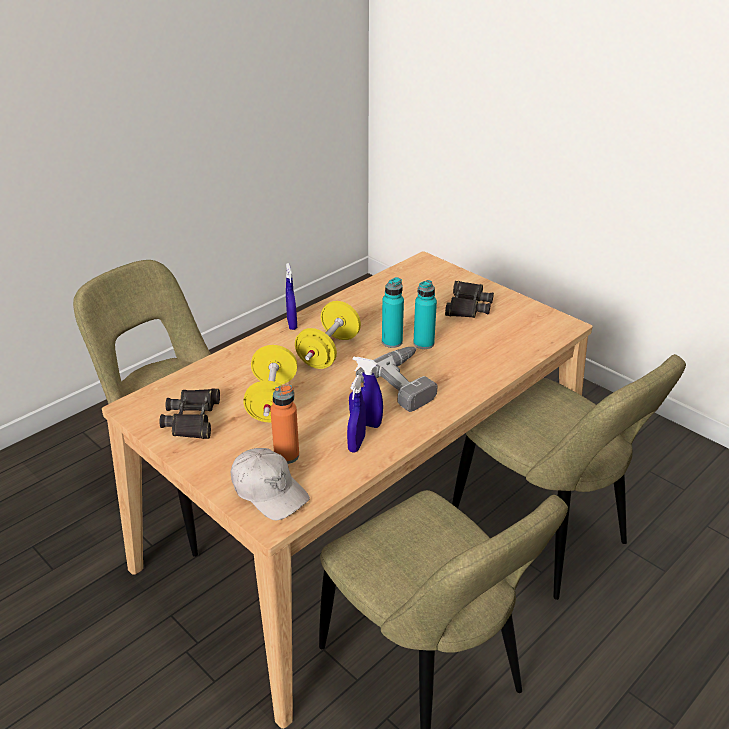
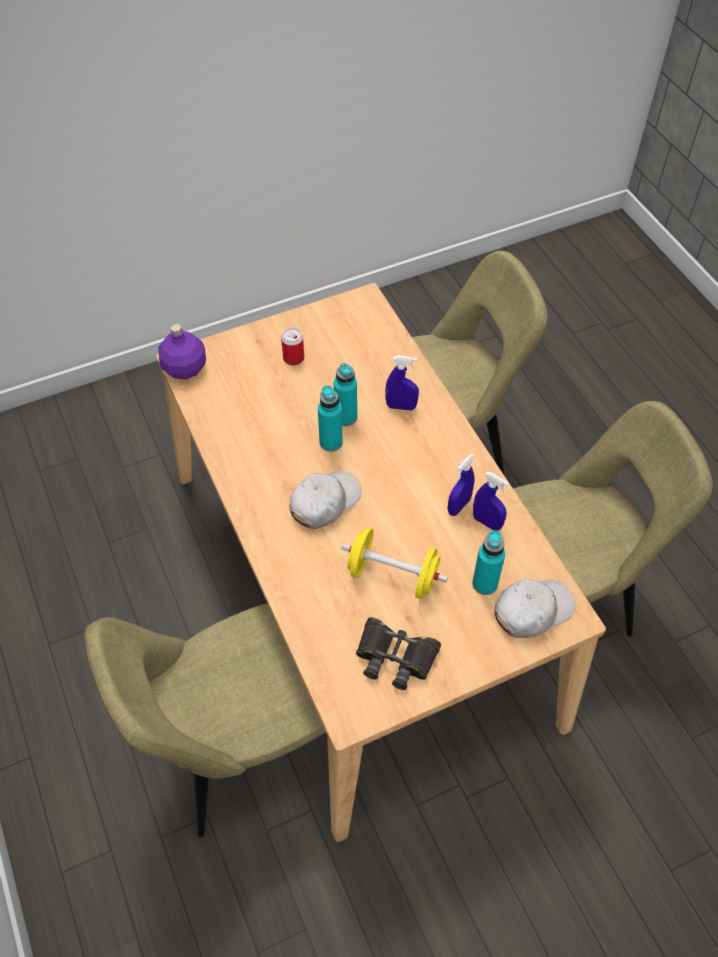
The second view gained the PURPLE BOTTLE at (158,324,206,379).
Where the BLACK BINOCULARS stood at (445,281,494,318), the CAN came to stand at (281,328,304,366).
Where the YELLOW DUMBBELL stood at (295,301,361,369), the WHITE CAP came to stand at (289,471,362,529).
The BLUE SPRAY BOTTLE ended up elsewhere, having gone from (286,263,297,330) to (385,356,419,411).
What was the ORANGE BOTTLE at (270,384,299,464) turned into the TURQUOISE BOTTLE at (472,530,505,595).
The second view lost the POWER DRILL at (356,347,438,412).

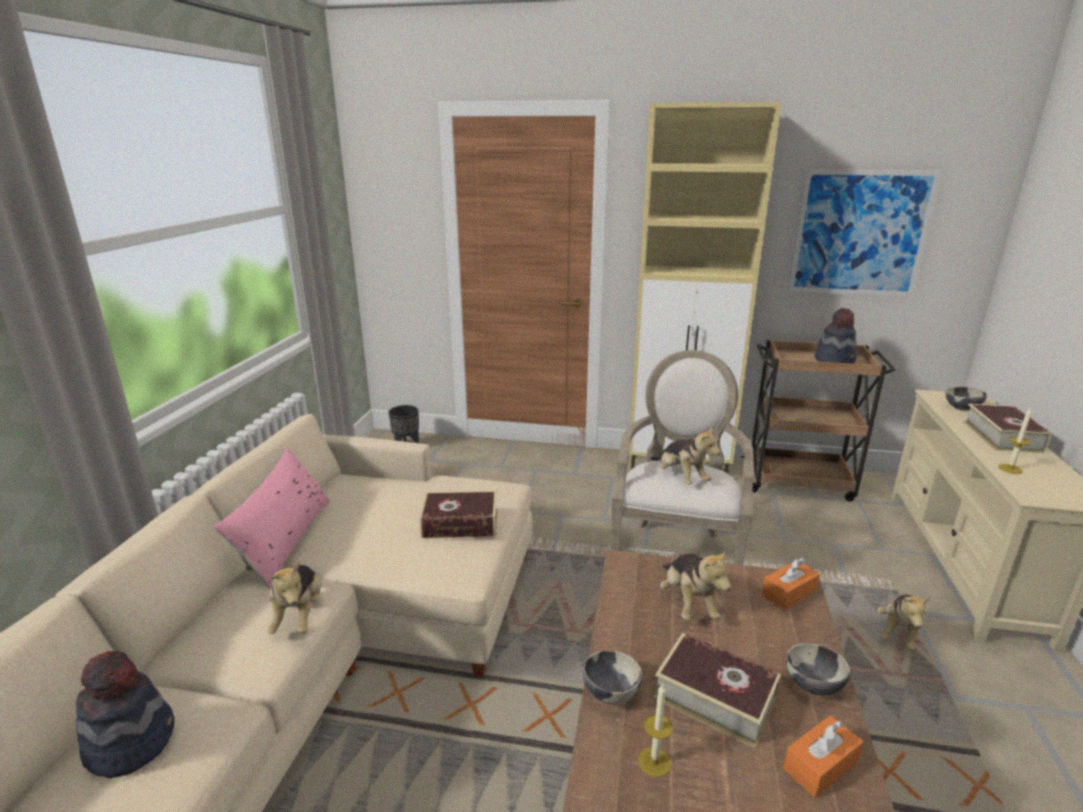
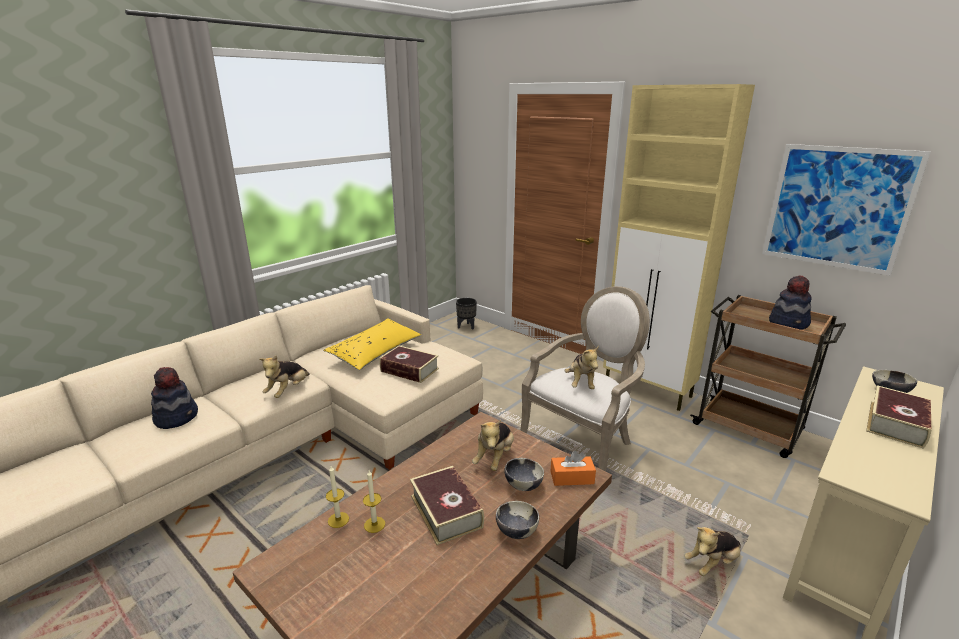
The second view gained the YELLOW PILLOW at (323,318,421,370).
The CANDLE ended up elsewhere, having gone from (998,407,1032,474) to (326,466,349,528).
The BOWL ended up elsewhere, having gone from (583,650,642,705) to (504,458,544,491).
The second view lost the PINK PILLOW at (214,448,330,590).
The second view lost the ORANGE TISSUE BOX at (783,715,864,798).

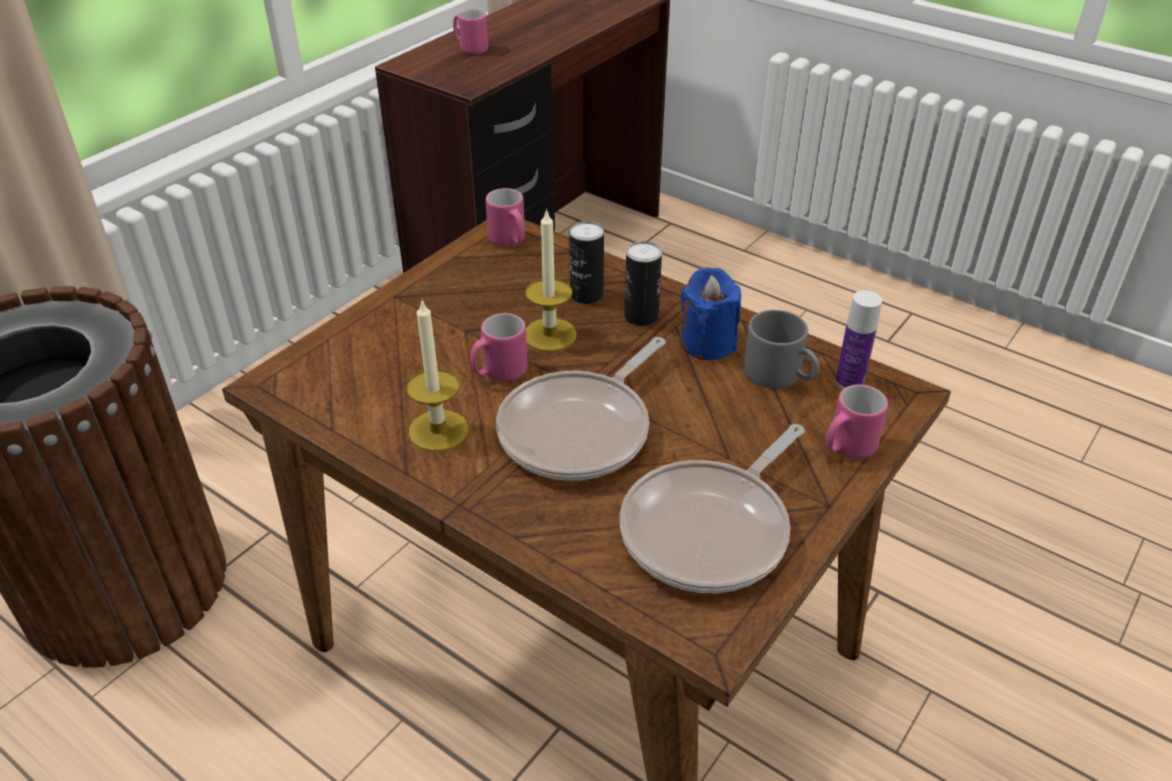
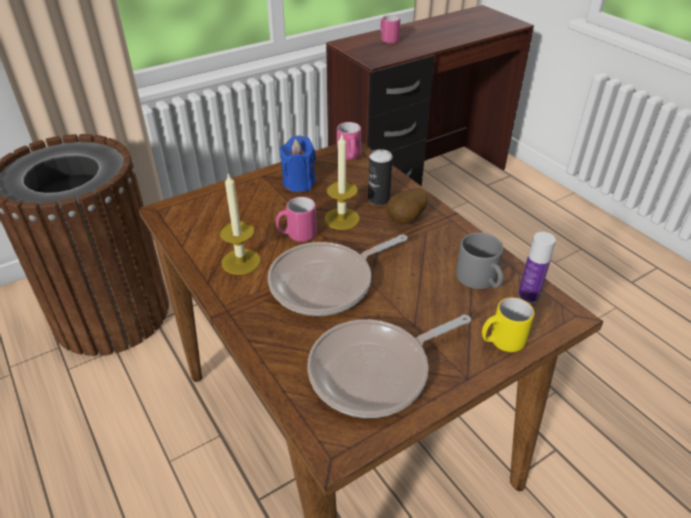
The BLUE CANDLE ended up elsewhere, having gone from (681,267,741,360) to (279,135,316,192).
Where the CAN stood at (624,241,662,326), the POTATO came to stand at (386,188,427,224).
What was the PINK MUG at (825,385,888,459) turned into the YELLOW MUG at (482,297,534,352).

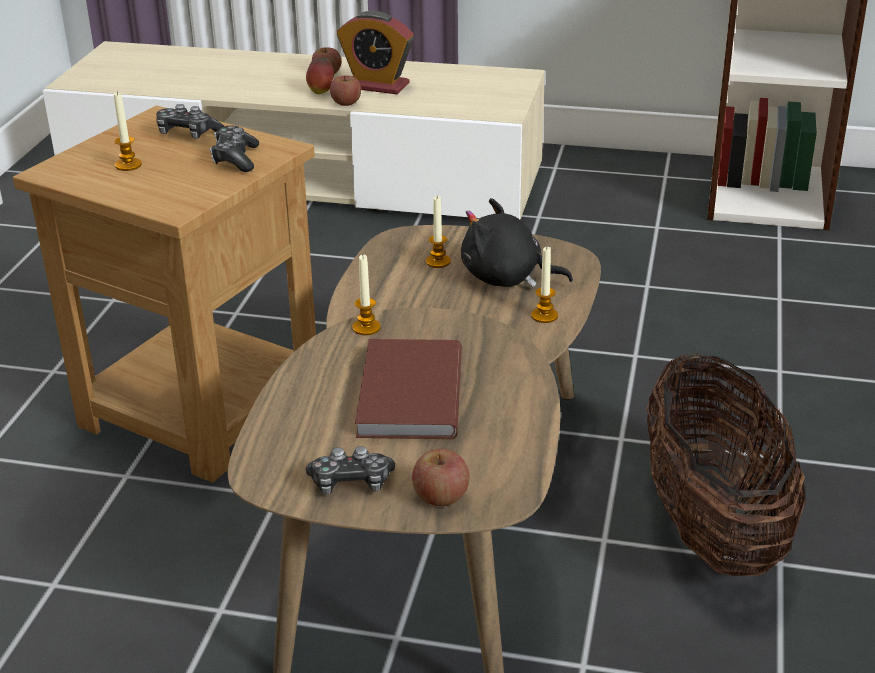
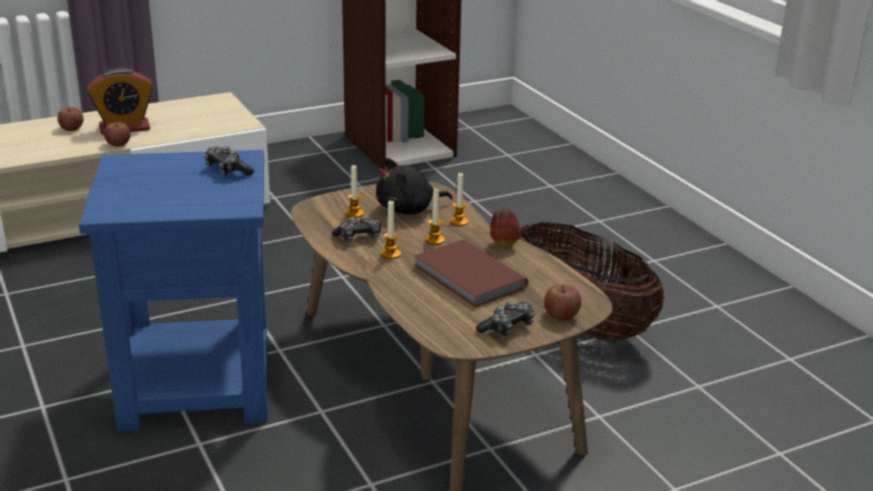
What was the BROWN SIDE TABLE at (13,106,316,483) turned into the BLUE SIDE TABLE at (79,150,268,431).
The GAME CONTROLLER ended up elsewhere, having gone from (156,104,225,139) to (332,216,381,242).
The CANDLE ended up elsewhere, having gone from (114,92,142,171) to (425,188,445,245).
The APPLE ended up elsewhere, having gone from (306,57,334,94) to (490,208,520,248).

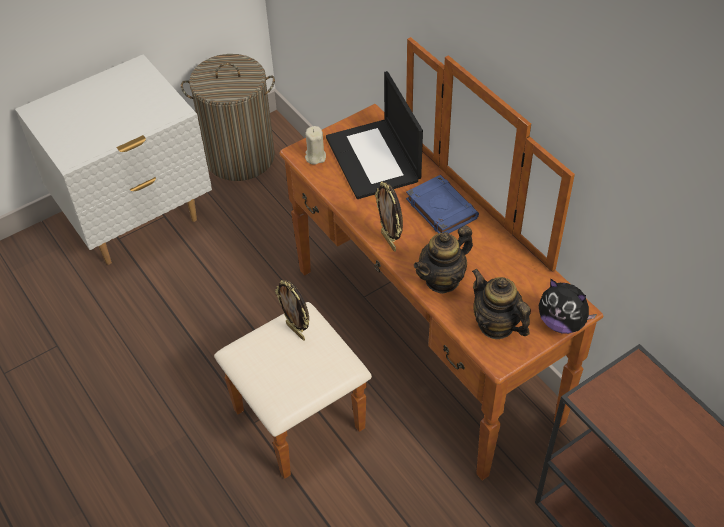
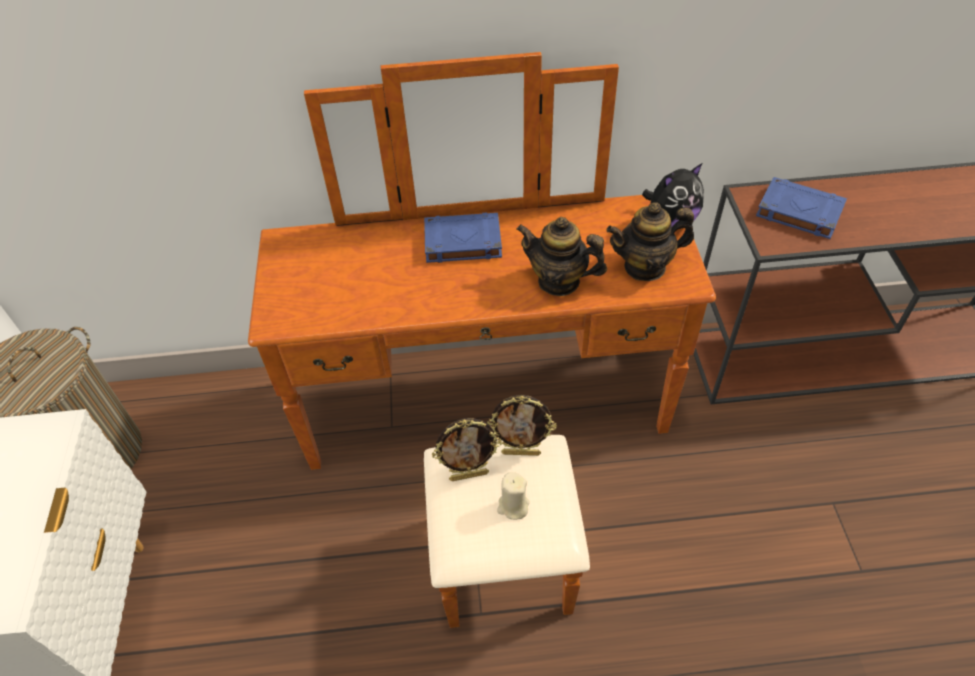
The PICTURE FRAME ended up elsewhere, having gone from (375,182,403,252) to (487,395,557,456).
The BEIGE CANDLE ended up elsewhere, having gone from (305,126,326,165) to (497,472,530,520).
The TEAPOT at (414,225,473,294) ended up facing another way, 120 degrees clockwise from before.
The second view gained the BLUE BOOK at (756,177,847,239).
The second view lost the LAPTOP at (326,71,423,199).

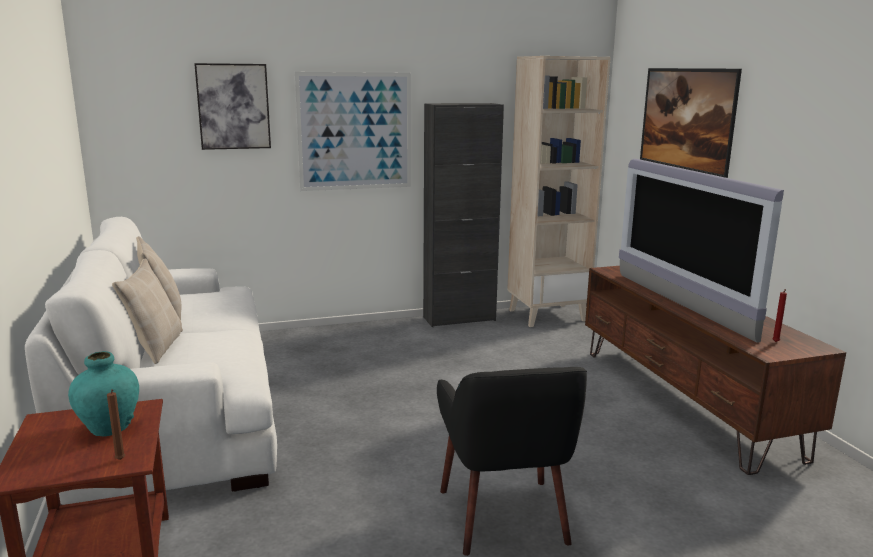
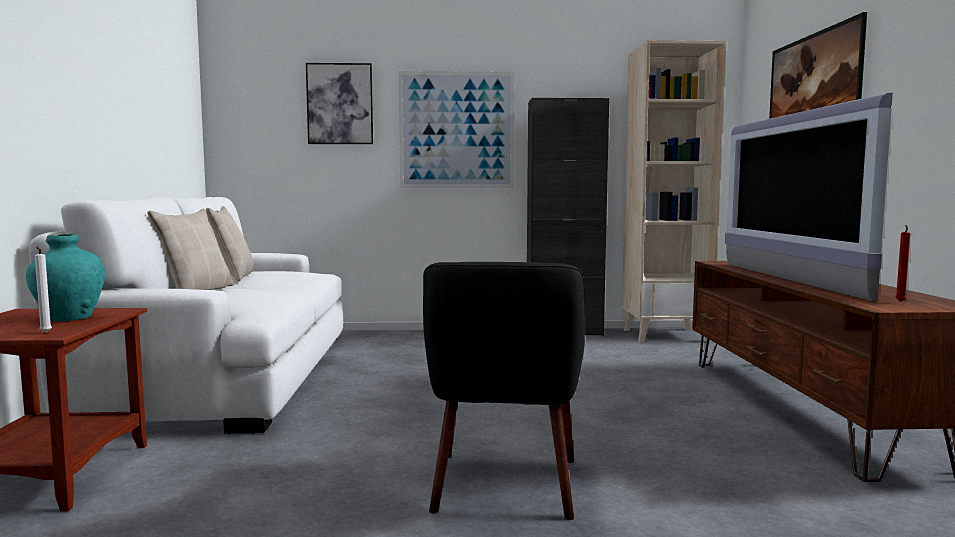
What was the BROWN CANDLE at (107,389,125,460) turned into the WHITE CANDLE at (35,247,52,333).

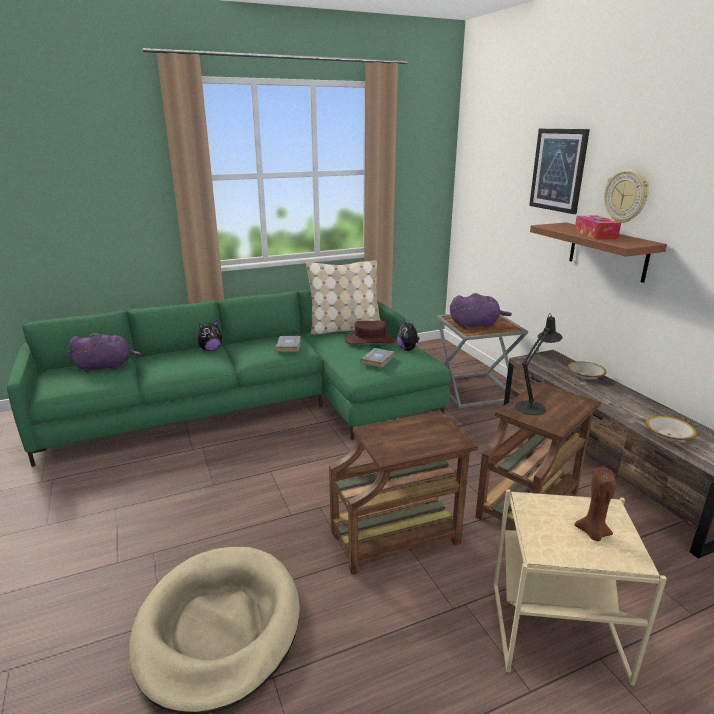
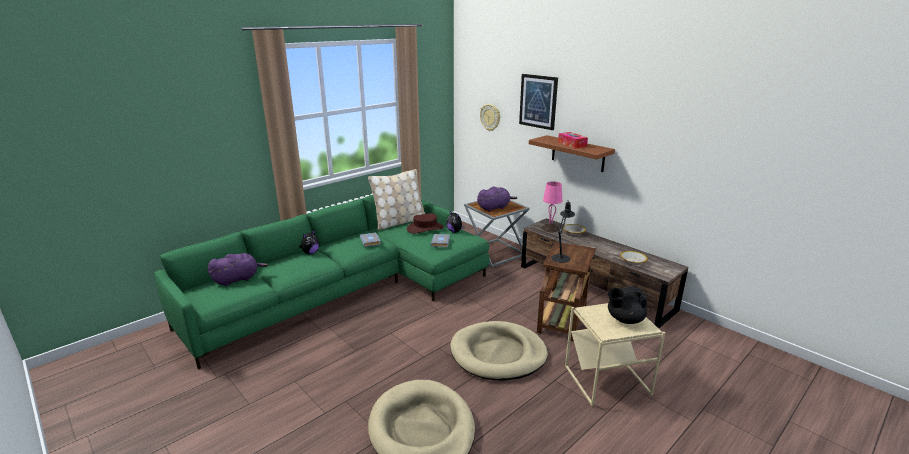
Where the BROWN SIDE TABLE stood at (329,411,478,575), the BEIGE DOG BED came to stand at (450,321,548,380).
The WALL CLOCK ended up elsewhere, having gone from (604,170,649,223) to (480,104,500,131).
The second view gained the PINK TABLE LAMP at (541,181,562,232).
Where the BROWN CANDLE stood at (575,467,616,541), the BLACK TEAPOT came to stand at (608,286,648,324).

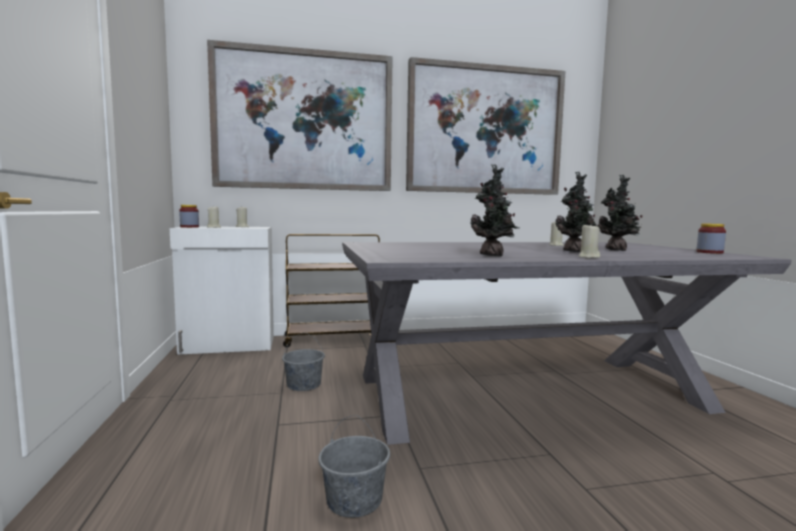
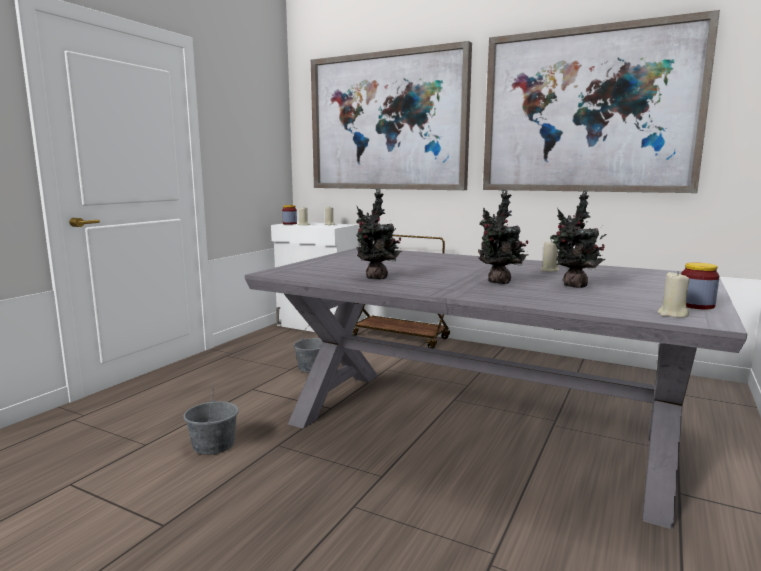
The BEIGE CANDLE ended up elsewhere, having gone from (579,224,600,258) to (658,271,690,318).

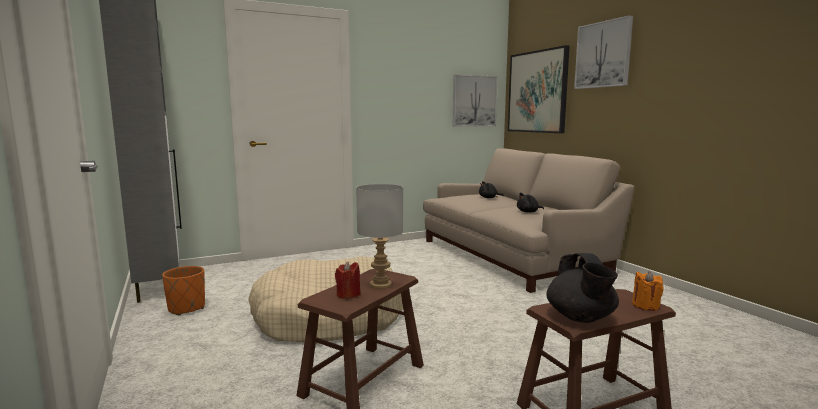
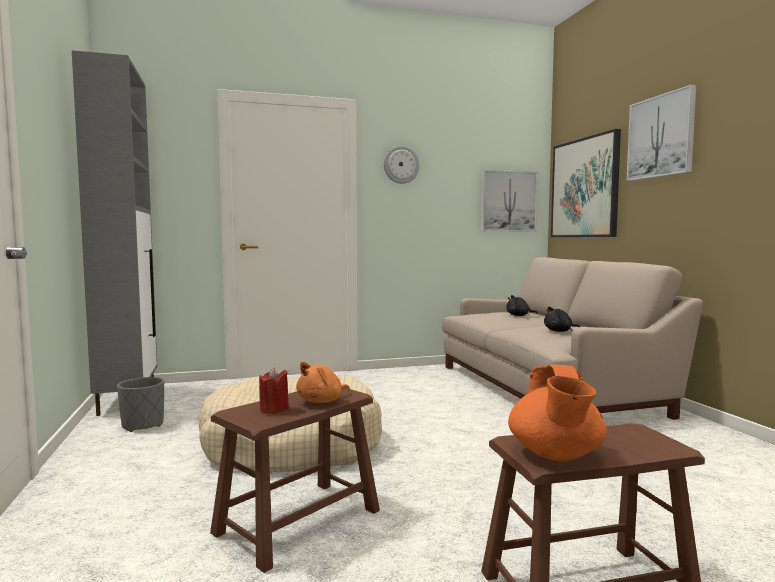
What was the ORANGE PLANTER at (162,266,205,315) turned into the GREY PLANTER at (117,377,164,432).
Where the GREY TABLE LAMP stood at (356,184,403,289), the ORANGE PLUSH TOY came to stand at (296,362,350,403).
The second view gained the WALL CLOCK at (384,145,420,184).
What was the BLACK TEAPOT at (546,253,619,323) turned into the ORANGE TEAPOT at (508,365,607,461).
The second view lost the ORANGE CANDLE at (632,271,664,311).

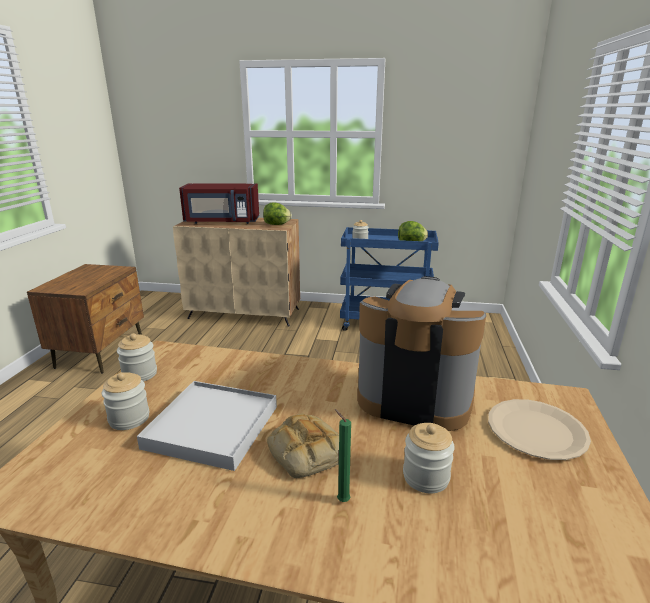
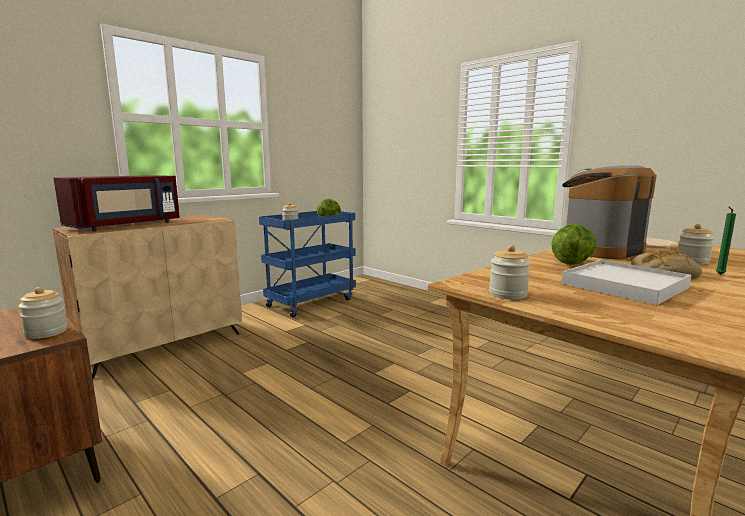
The JAR ended up elsewhere, having gone from (102,372,149,430) to (18,287,67,339).
The LETTUCE ended up elsewhere, having gone from (263,202,292,225) to (551,224,596,265).

